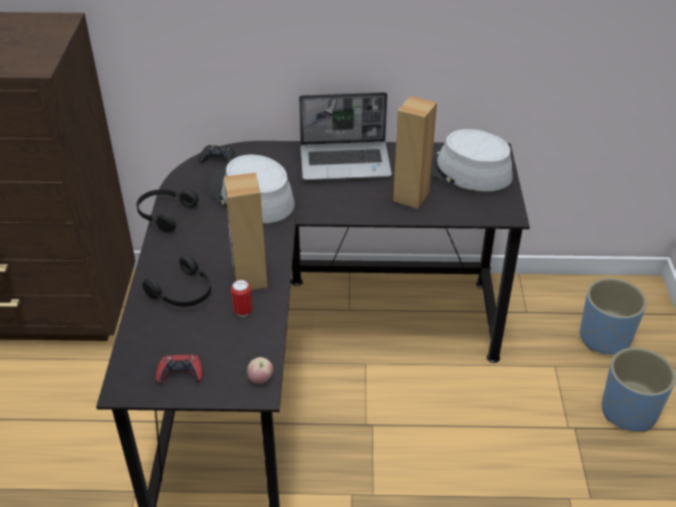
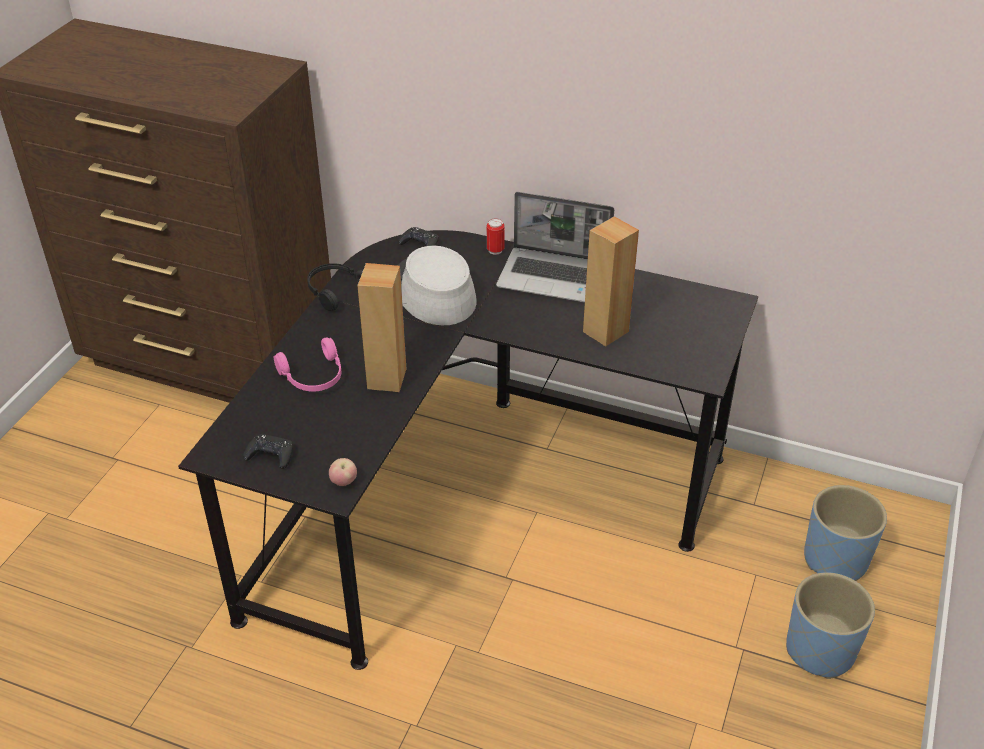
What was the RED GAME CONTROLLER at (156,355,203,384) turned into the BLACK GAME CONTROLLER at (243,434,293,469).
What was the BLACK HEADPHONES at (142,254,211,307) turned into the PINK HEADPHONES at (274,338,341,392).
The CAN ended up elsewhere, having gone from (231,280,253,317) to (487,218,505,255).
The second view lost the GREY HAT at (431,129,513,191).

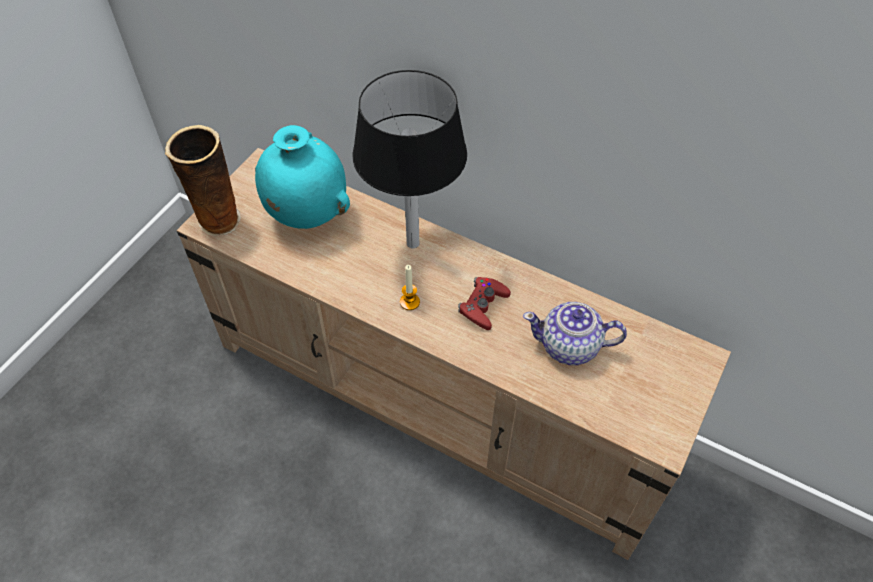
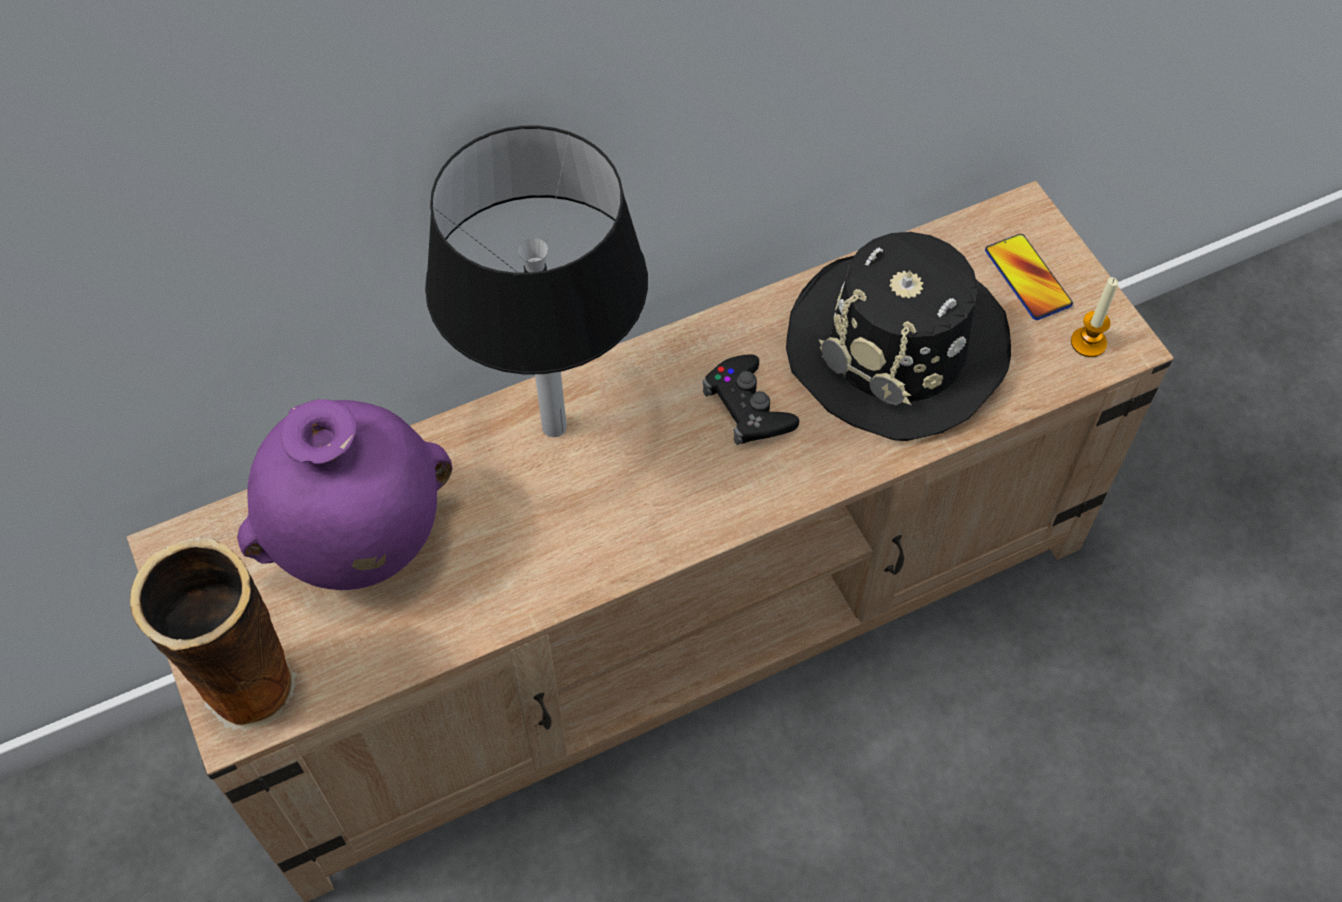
What was the TURQUOISE VASE at (255,125,350,229) turned into the PURPLE VASE at (237,399,453,590).
What was the RED GAME CONTROLLER at (458,277,511,330) turned into the BLACK GAME CONTROLLER at (702,355,799,445).
Where the TEAPOT stood at (523,302,627,365), the BLACK HAT came to stand at (786,232,1011,441).
The second view gained the PHONE at (985,234,1073,320).
The CANDLE ended up elsewhere, having gone from (400,265,420,310) to (1071,277,1118,357).

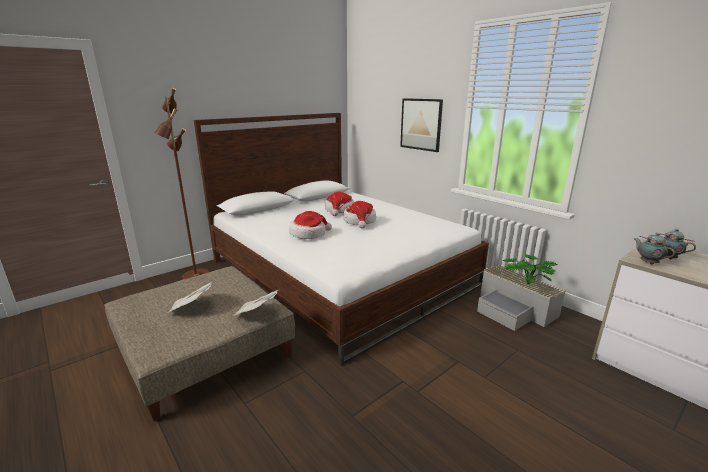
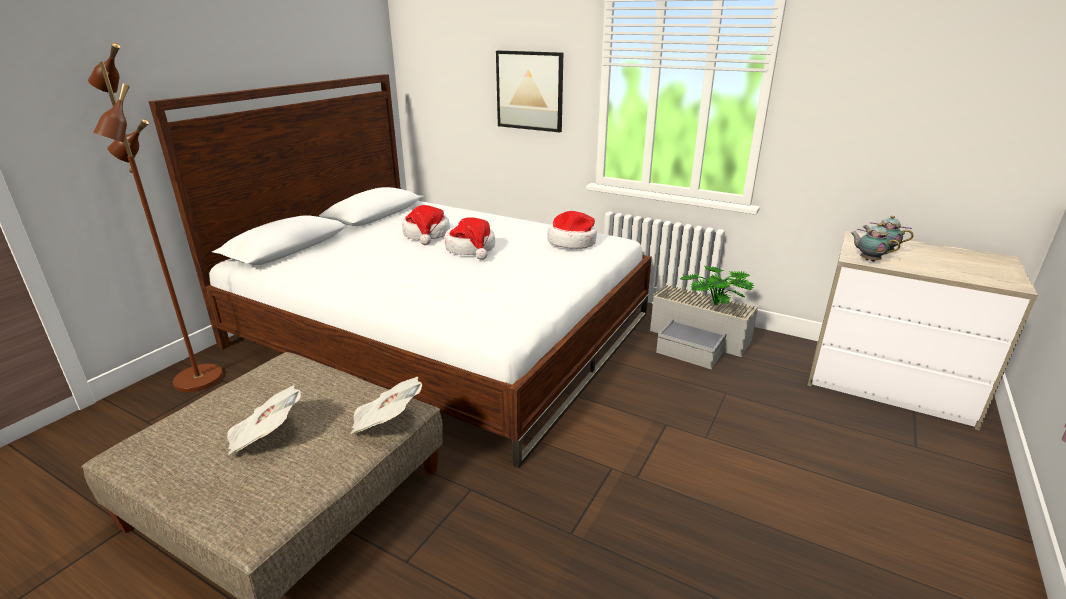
The HAT ended up elsewhere, having gone from (289,211,332,239) to (547,211,597,249).

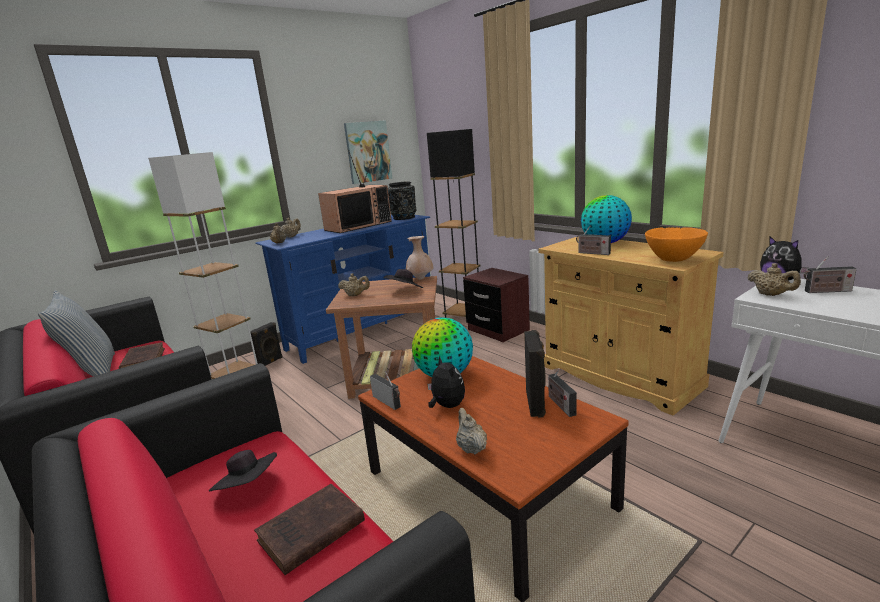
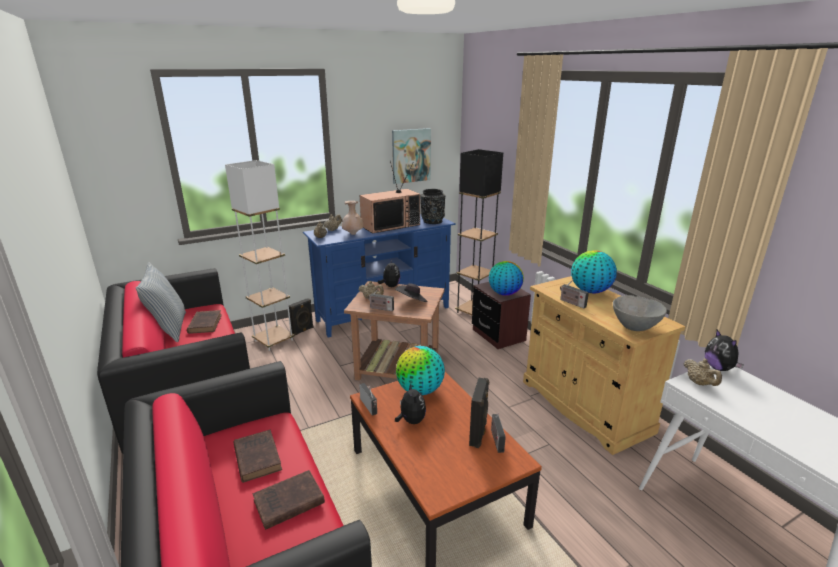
Where the BLACK HAT stood at (209,450,277,491), the BROWN BOOK came to stand at (234,430,282,483).
The BEIGE VASE ended up elsewhere, having gone from (406,236,433,280) to (341,201,364,235).
The RADIO ended up elsewhere, having gone from (804,256,857,293) to (368,288,394,311).
The second view gained the PLUSH TOY at (378,259,401,287).
The second view gained the GLOBE at (489,261,524,296).
What was the ORANGE BOWL at (645,227,708,262) turned into the GREY BOWL at (613,295,667,331).
The second view lost the BEIGE TEAPOT at (456,408,487,454).

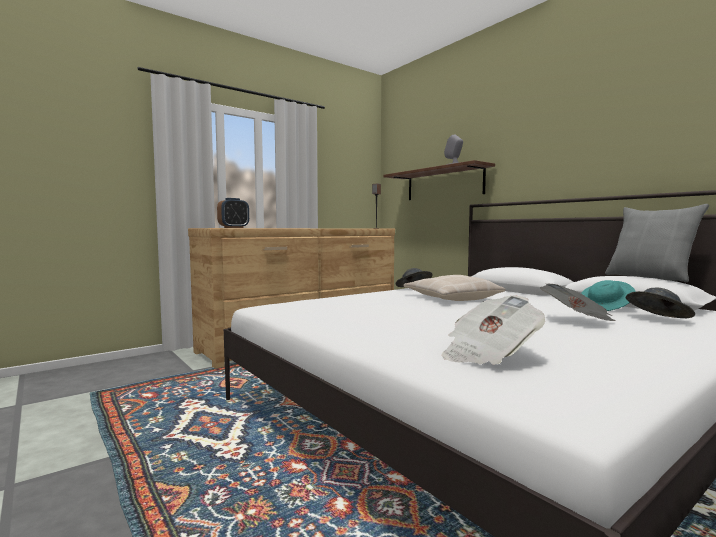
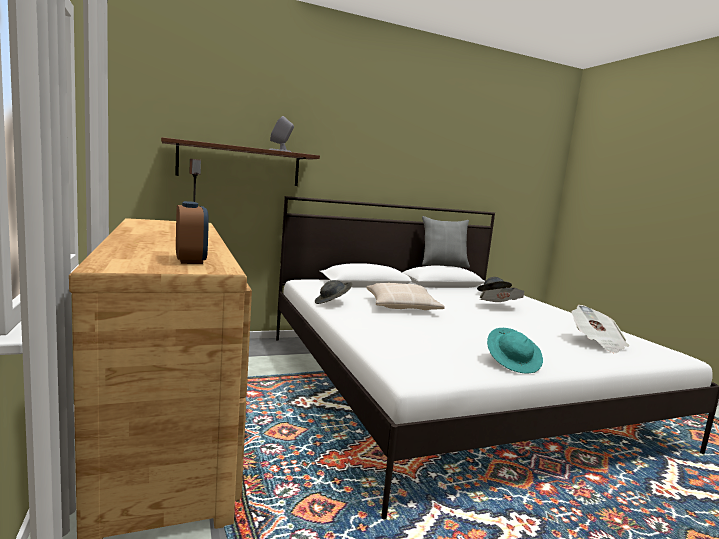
The TURQUOISE HAT ended up elsewhere, having gone from (581,280,636,311) to (487,328,543,373).

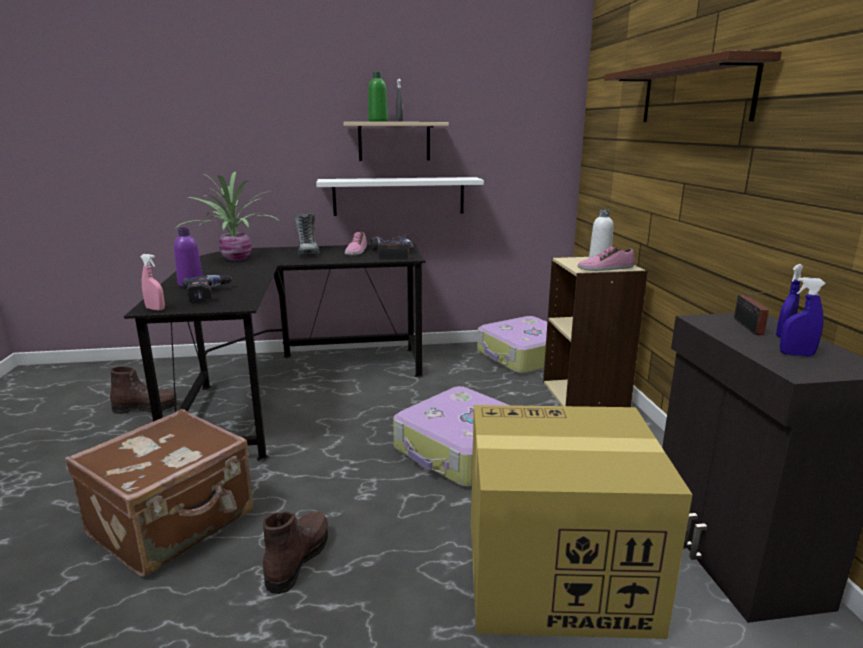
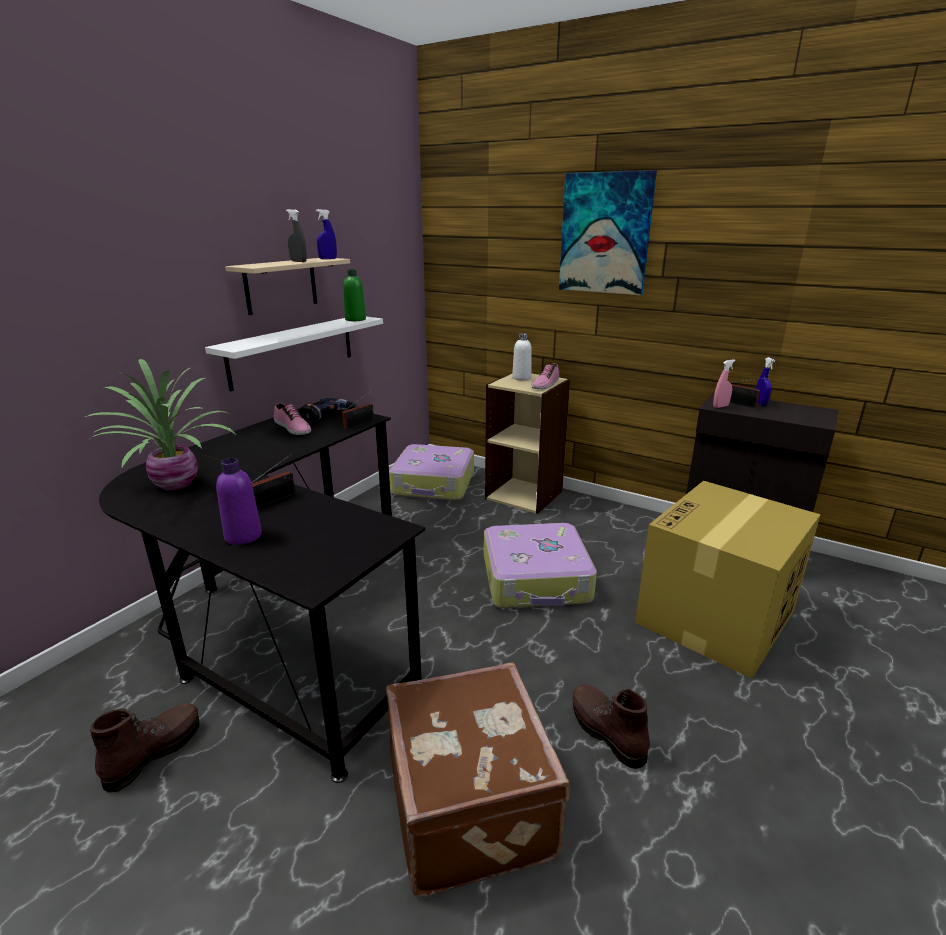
The second view gained the RADIO at (251,454,295,509).
The BLUE SPRAY BOTTLE ended up elsewhere, having gone from (780,277,826,357) to (316,209,337,259).
The GREEN BOTTLE ended up elsewhere, having gone from (368,72,388,122) to (343,269,366,321).
Where the BROWN SHELF hung at (604,50,782,122), the PICTURE came to hang at (559,170,657,295).
The PINK SPRAY BOTTLE ended up elsewhere, having gone from (140,254,165,311) to (713,359,736,408).
The second view lost the POWER DRILL at (182,275,232,303).
The second view lost the BOOT at (294,213,320,256).

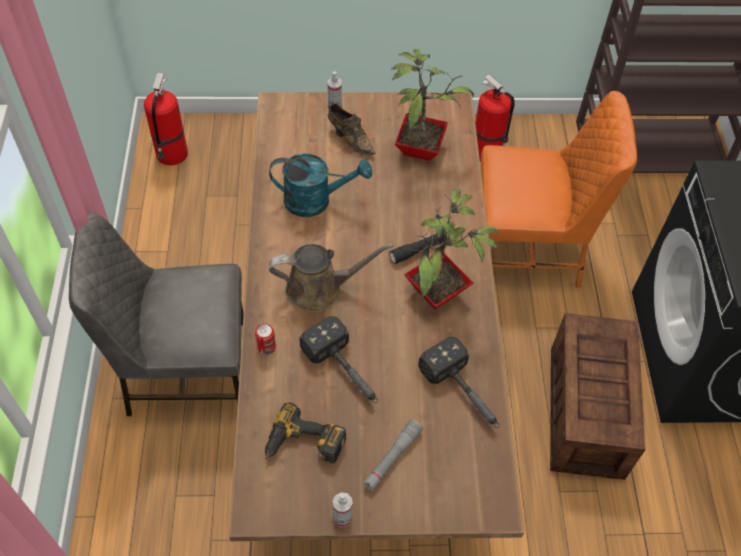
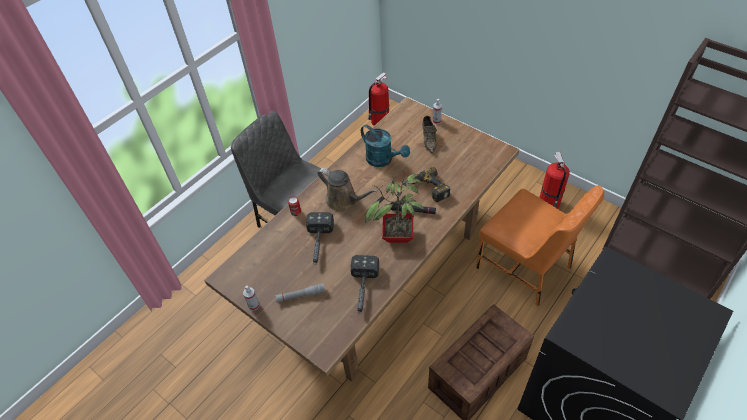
The POWER DRILL ended up elsewhere, having gone from (265,402,346,463) to (408,167,450,202).
The second view lost the POTTED PLANT at (391,49,474,161).

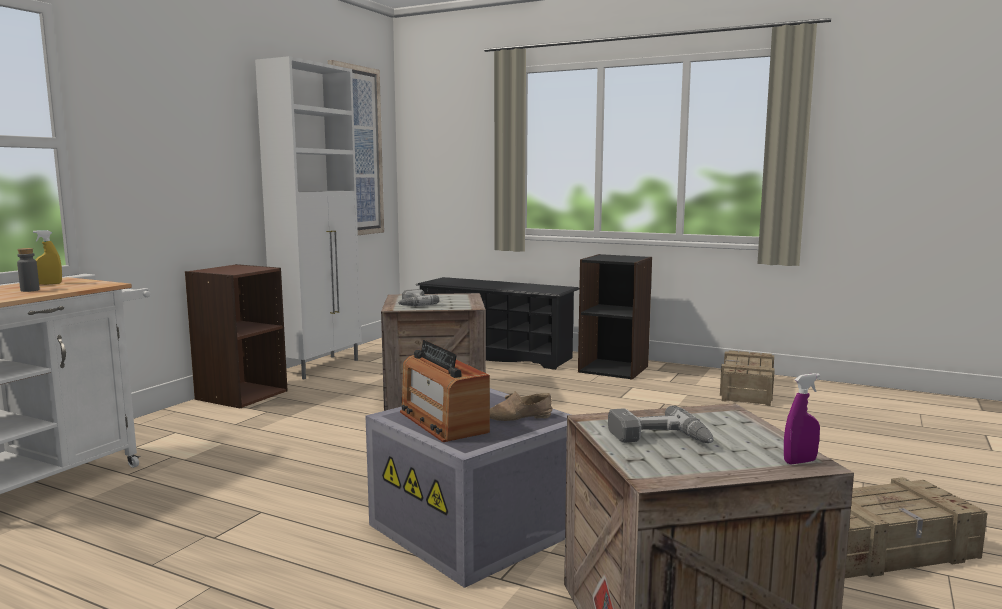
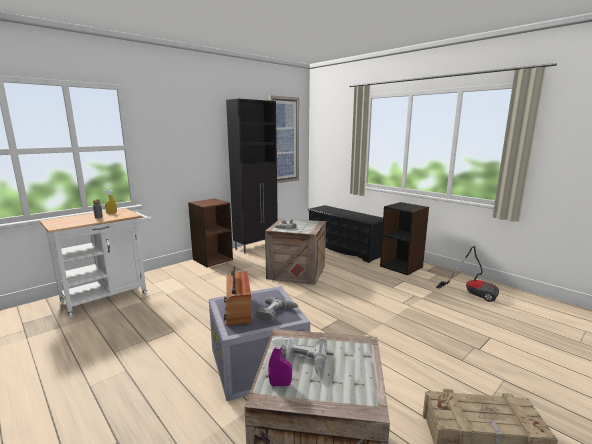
What was the WHITE CABINET at (255,56,361,379) turned into the BLACK CABINET at (226,99,278,254).
Where the BEIGE SHOE stood at (490,391,553,421), the POWER DRILL came to stand at (256,297,298,322).
The PURPLE SPRAY BOTTLE ended up elsewhere, having gone from (784,373,820,464) to (268,337,292,386).
Where the CRATE stood at (720,350,775,406), the VACUUM CLEANER came to stand at (436,246,499,302).

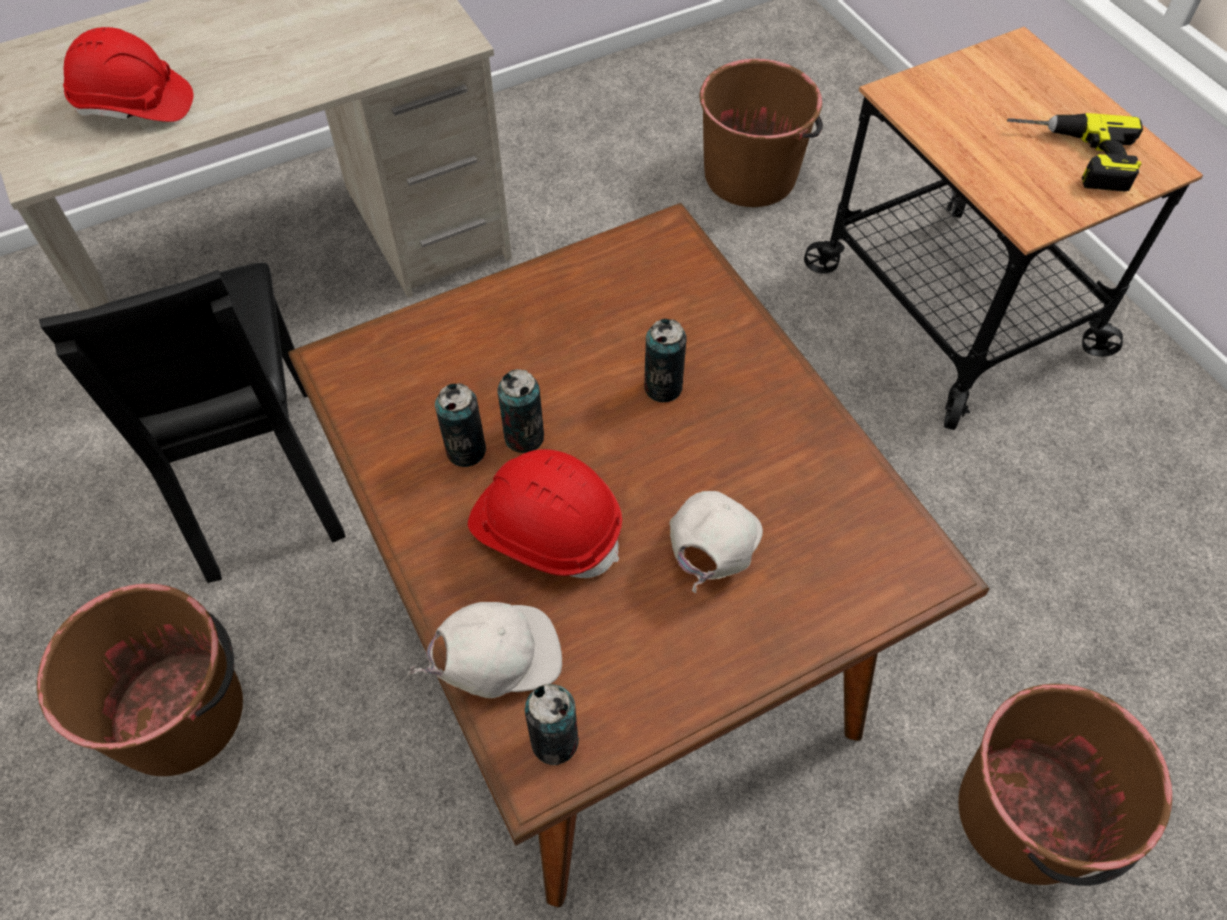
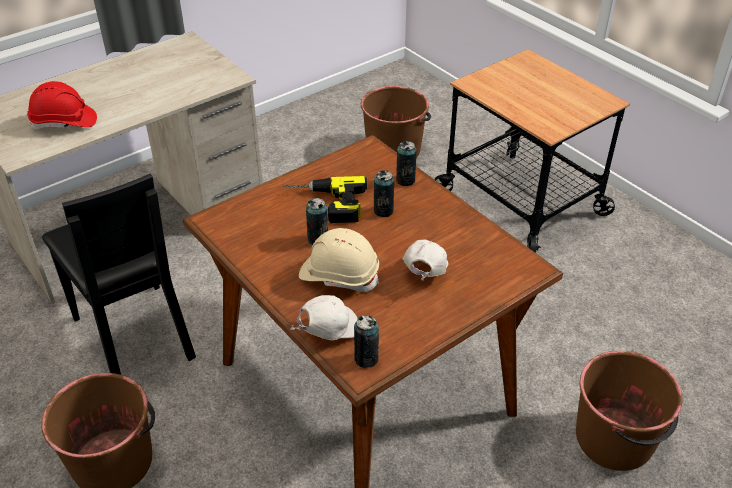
The POWER DRILL ended up elsewhere, having gone from (1007,113,1143,191) to (283,176,367,223).
What was the RED HARD HAT at (468,449,622,578) turned into the BEIGE HARD HAT at (299,228,379,292).
The CAN ended up elsewhere, having gone from (435,383,486,467) to (396,141,417,186).

